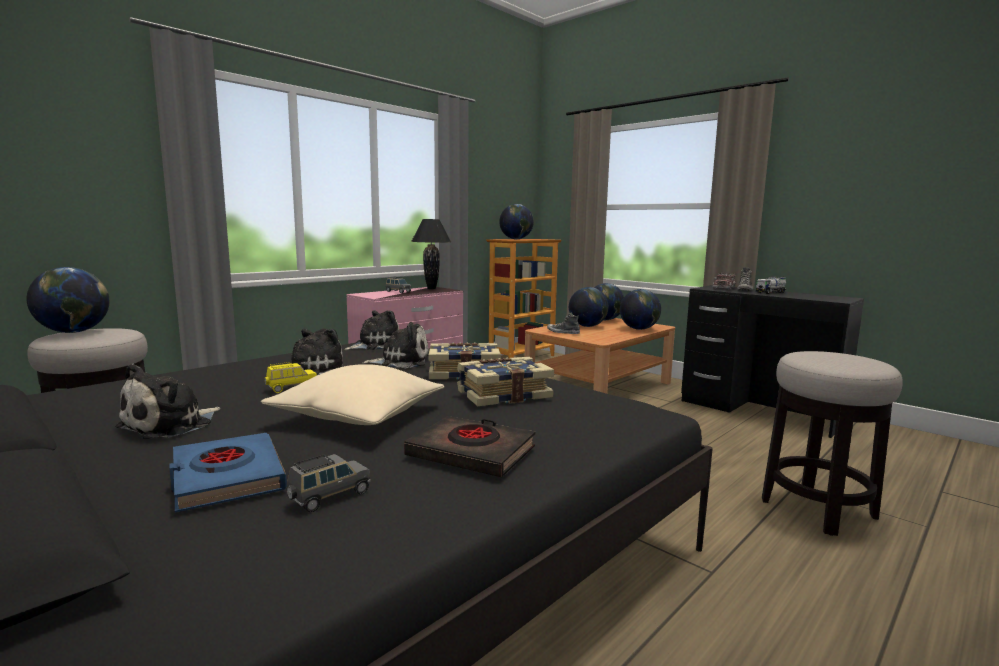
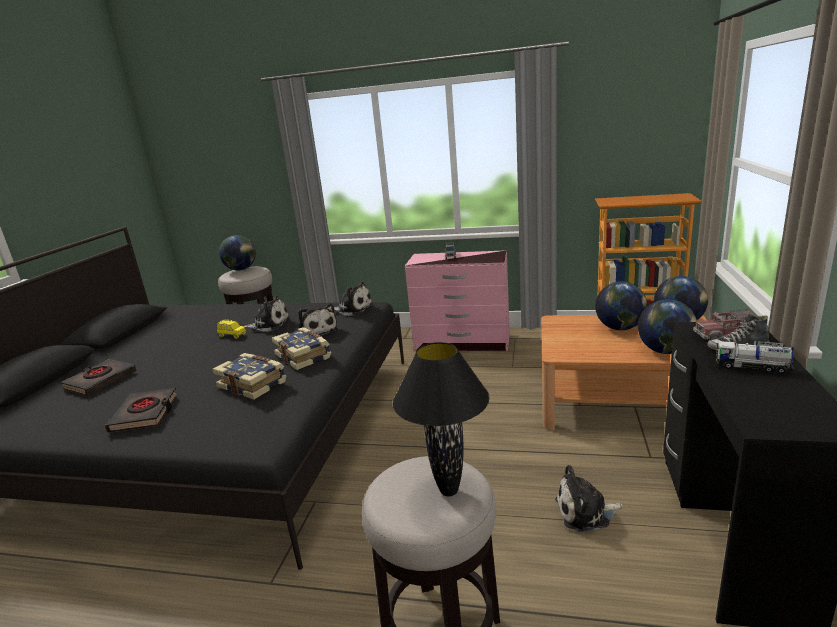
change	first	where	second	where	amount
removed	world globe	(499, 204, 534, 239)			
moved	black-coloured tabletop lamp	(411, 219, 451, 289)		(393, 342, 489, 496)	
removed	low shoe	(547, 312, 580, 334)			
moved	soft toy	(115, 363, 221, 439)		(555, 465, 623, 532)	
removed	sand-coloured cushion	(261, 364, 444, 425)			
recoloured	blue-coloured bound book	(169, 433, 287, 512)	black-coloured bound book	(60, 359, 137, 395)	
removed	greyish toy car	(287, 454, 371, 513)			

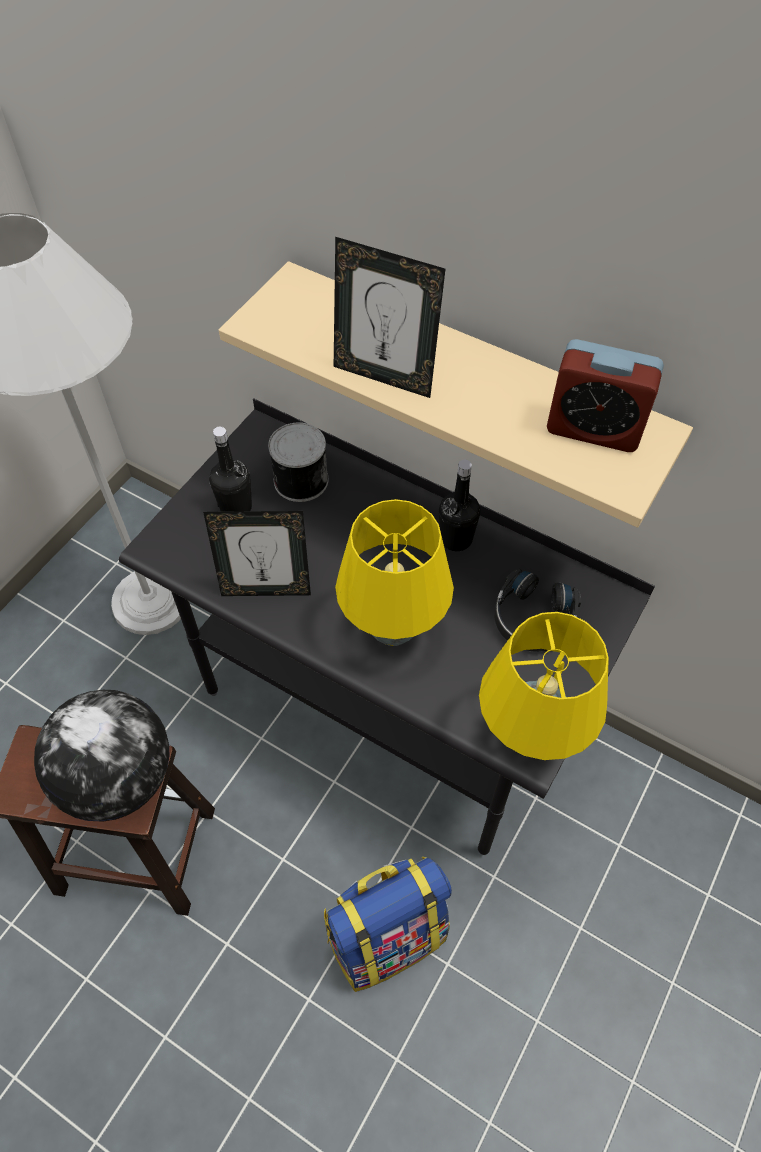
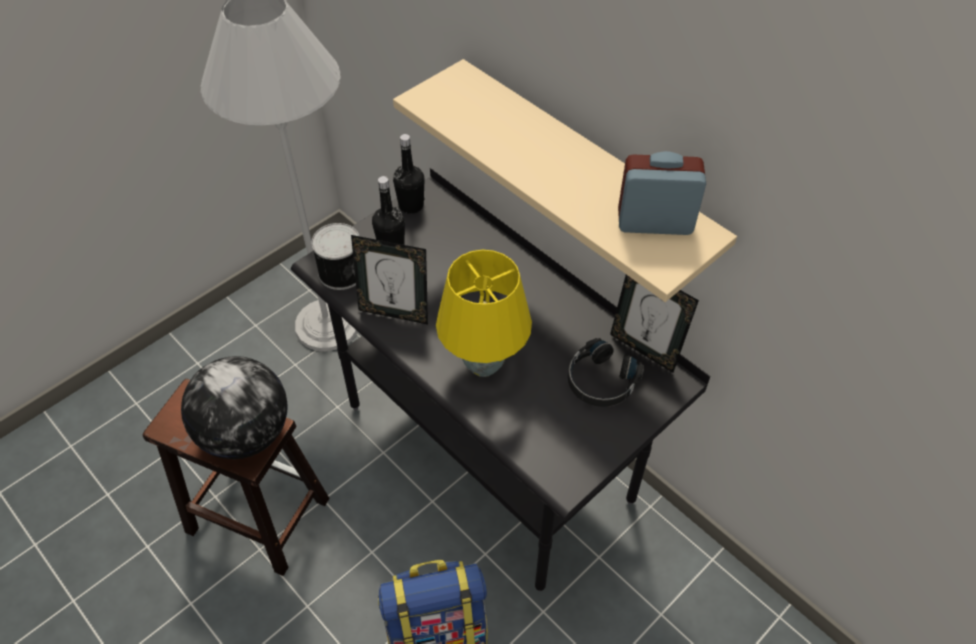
change	first	where	second	where	amount
moved	picture frame	(334, 237, 445, 398)		(610, 275, 699, 373)	
turned	bedside clock	(547, 339, 664, 452)		(618, 151, 706, 235)	150 degrees clockwise
moved	can	(268, 423, 328, 502)		(311, 223, 359, 290)	
moved	black-coloured drink bottle	(439, 460, 480, 551)		(393, 134, 425, 214)	
removed	yellow-coloured tabletop lamp	(479, 612, 609, 760)			

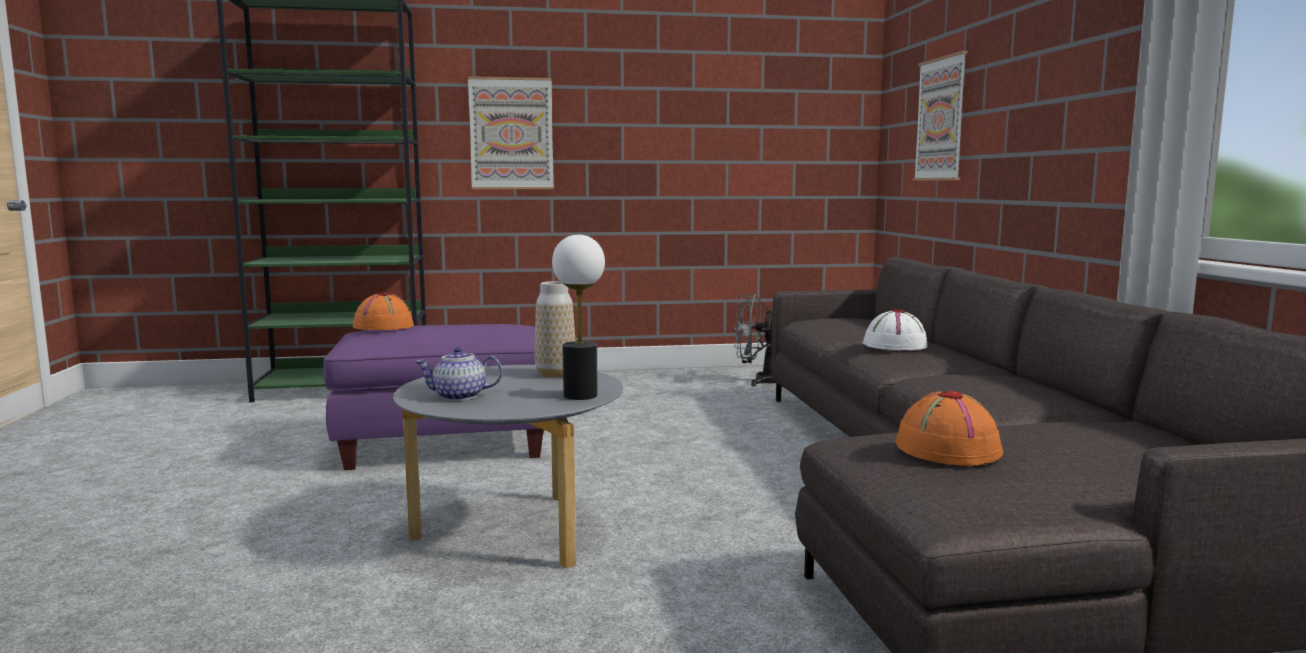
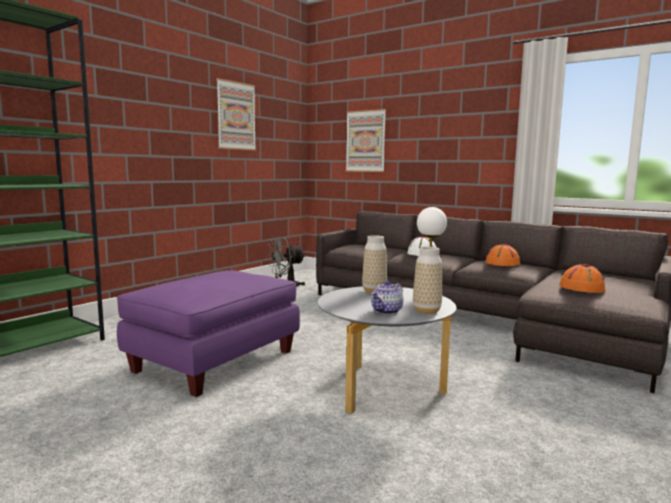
change	first	where	second	where	amount
moved	wall picture	(468, 76, 554, 189)		(216, 78, 256, 150)	
moved	orangey wearable hat	(353, 292, 414, 330)		(485, 244, 520, 266)	
added			decorative vase	(413, 247, 442, 314)	

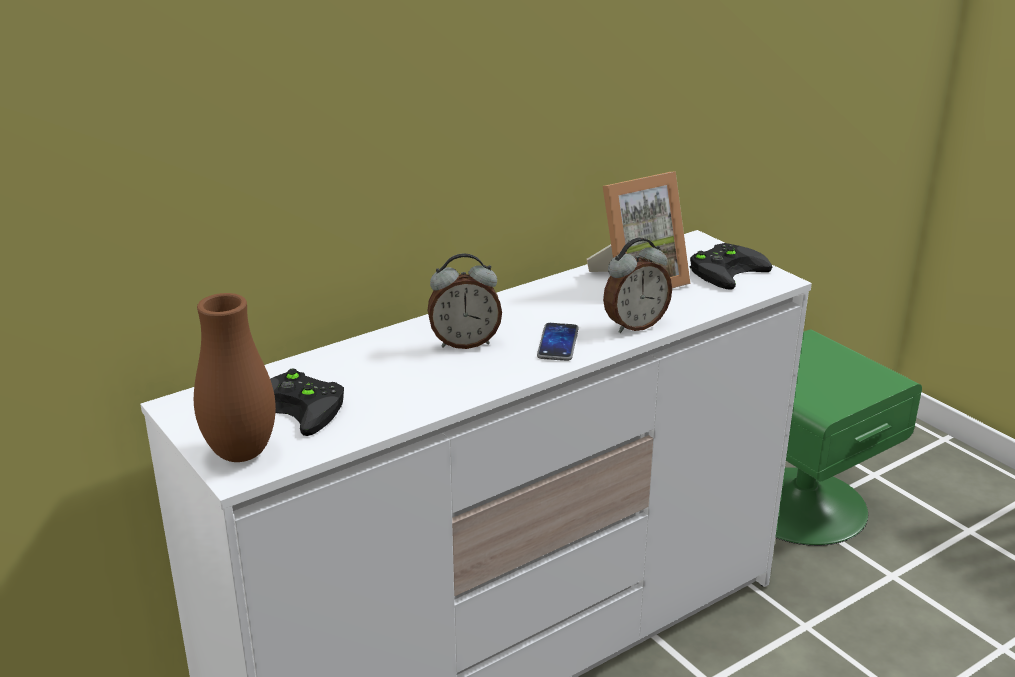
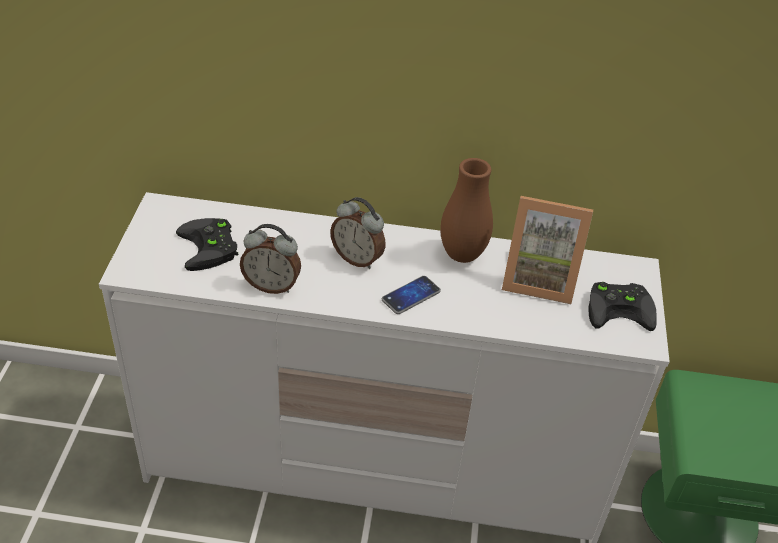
change	first	where	second	where	amount
moved	bedside clock	(603, 238, 672, 333)		(240, 224, 301, 294)	
moved	brown decorative vase	(194, 293, 276, 462)		(440, 158, 493, 263)	

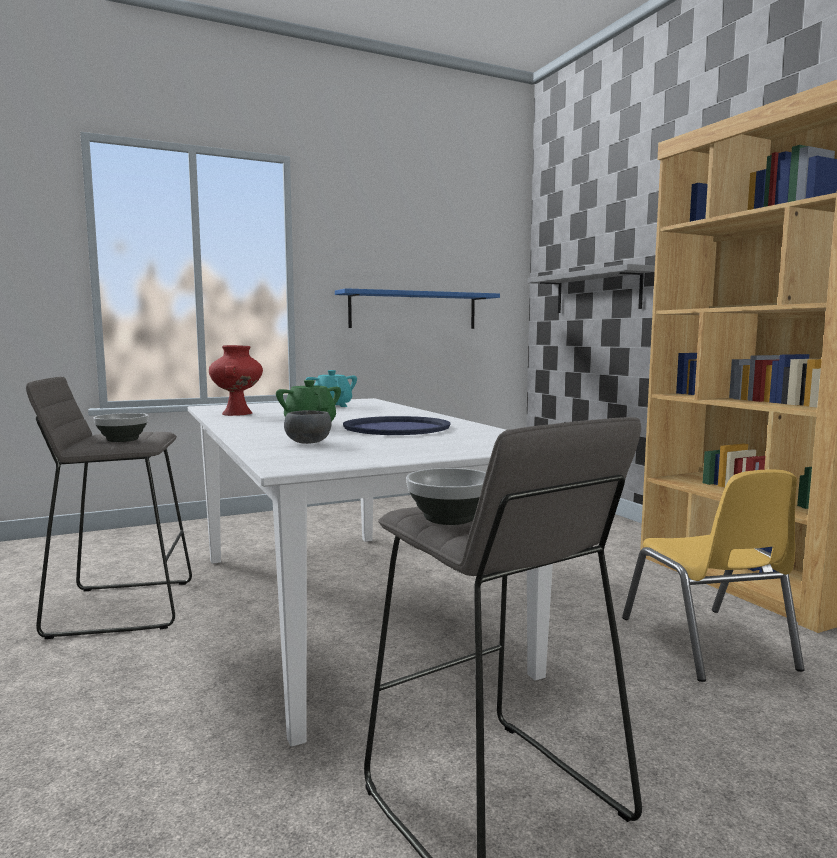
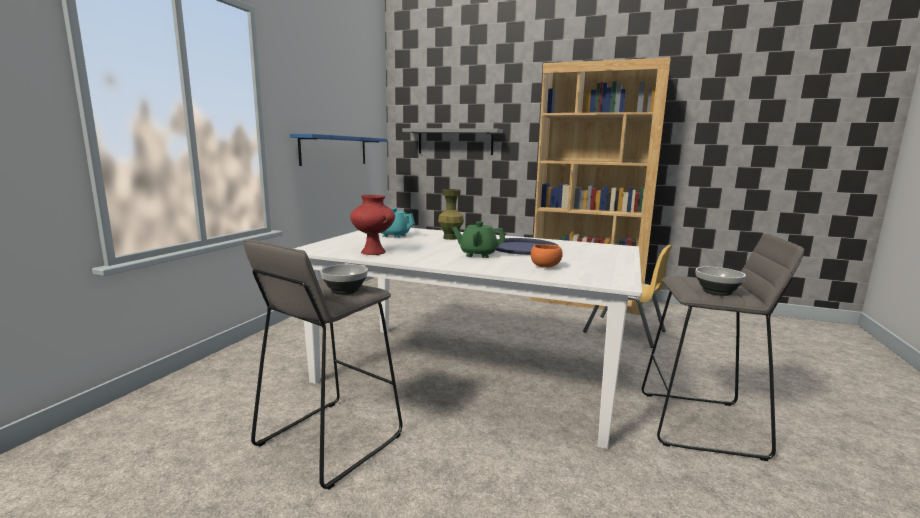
change	first	where	second	where	amount
recoloured	greyish serving bowl	(284, 410, 331, 444)	orangey serving bowl	(531, 244, 563, 268)	
added			greenish decorative vase	(438, 189, 464, 240)	

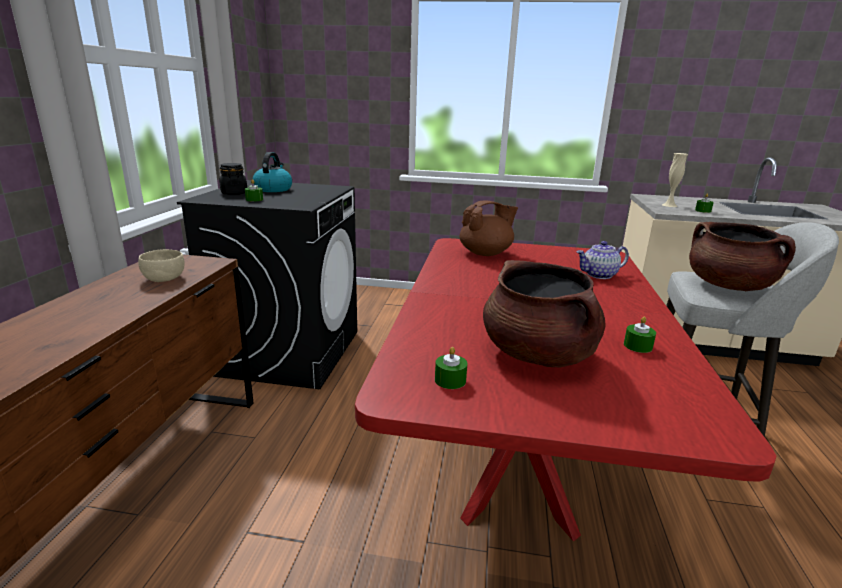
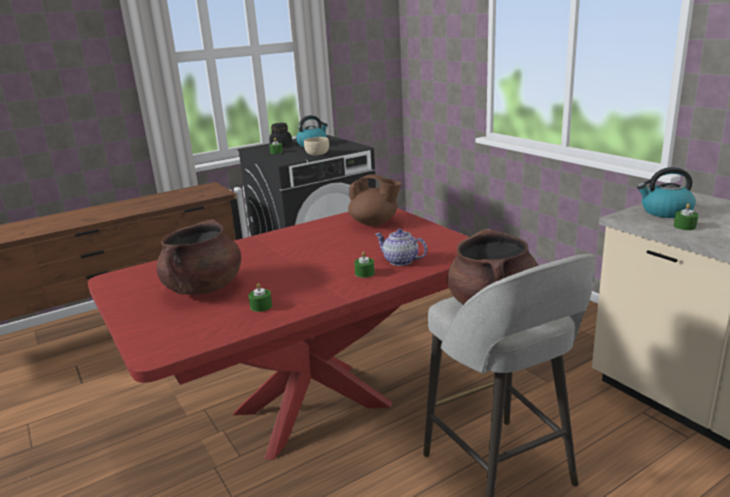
change	first	where	second	where	amount
replaced	sand-coloured decorative vase	(662, 153, 688, 207)	kettle	(637, 167, 696, 218)	
moved	sand-coloured serving bowl	(138, 249, 184, 282)		(304, 137, 329, 156)	
moved	greenish wax light	(435, 347, 467, 389)		(354, 251, 375, 278)	

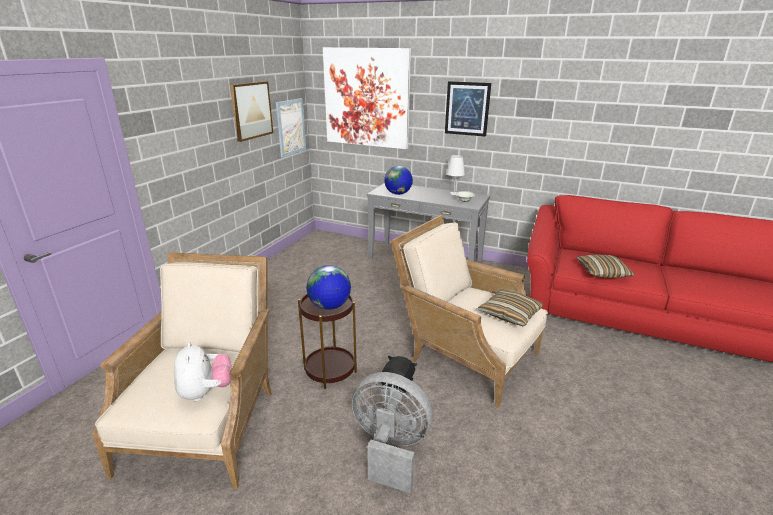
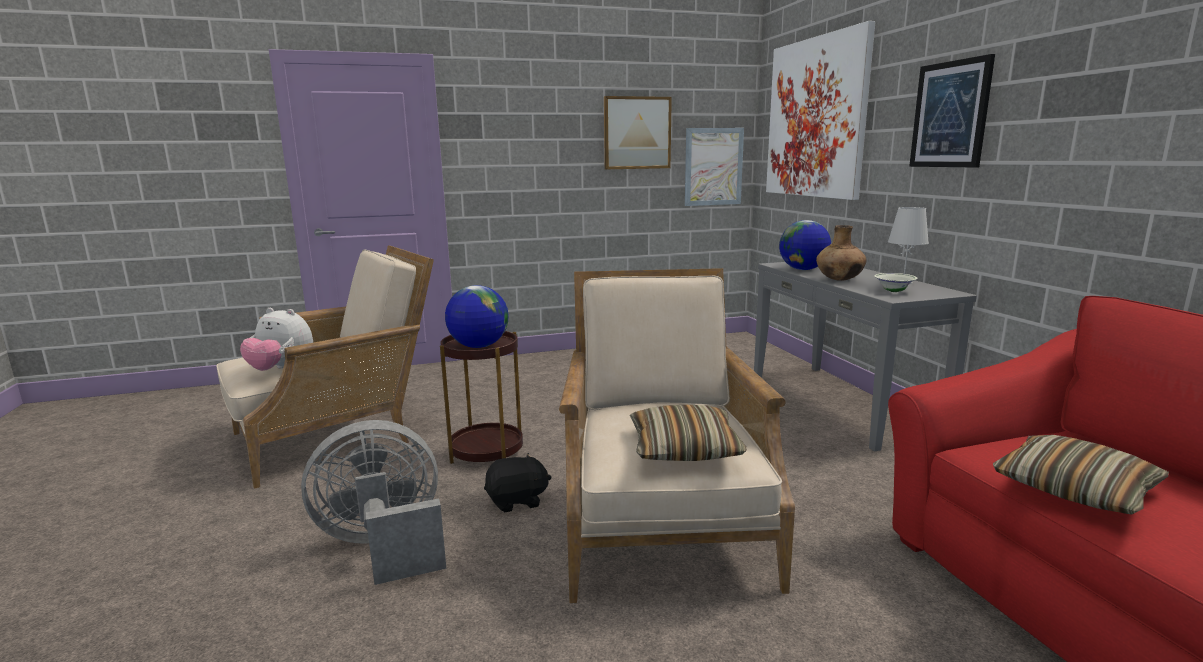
change	first	where	second	where	amount
turned	soft toy	(174, 342, 232, 401)		(240, 308, 313, 371)	75 degrees clockwise
turned	greyish fan	(352, 372, 432, 493)		(301, 420, 446, 585)	90 degrees counterclockwise
added			brown decorative vase	(816, 225, 867, 281)	

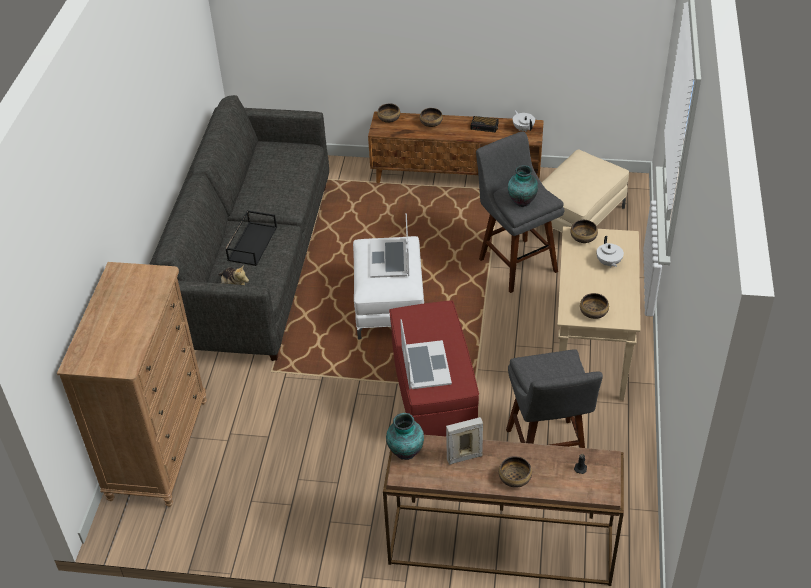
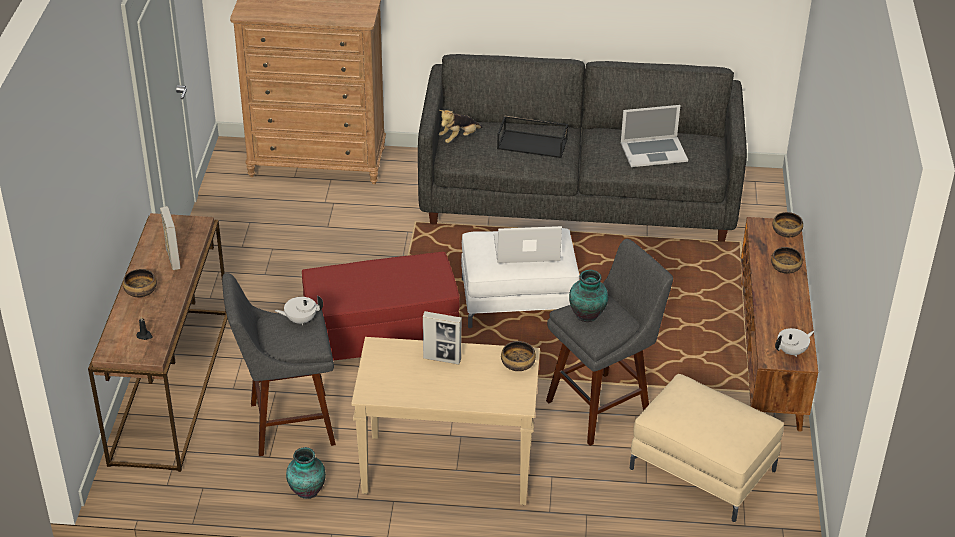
change	first	where	second	where	amount
removed	bedside clock	(471, 116, 499, 133)			
moved	whitish tea pot	(596, 236, 624, 268)		(275, 296, 323, 325)	
removed	serving bowl	(580, 293, 609, 319)			
moved	portable computer	(400, 319, 452, 389)		(621, 105, 688, 167)	
moved	decorative vase	(386, 413, 424, 460)		(286, 447, 326, 499)	
added			picture frame	(423, 311, 462, 365)	

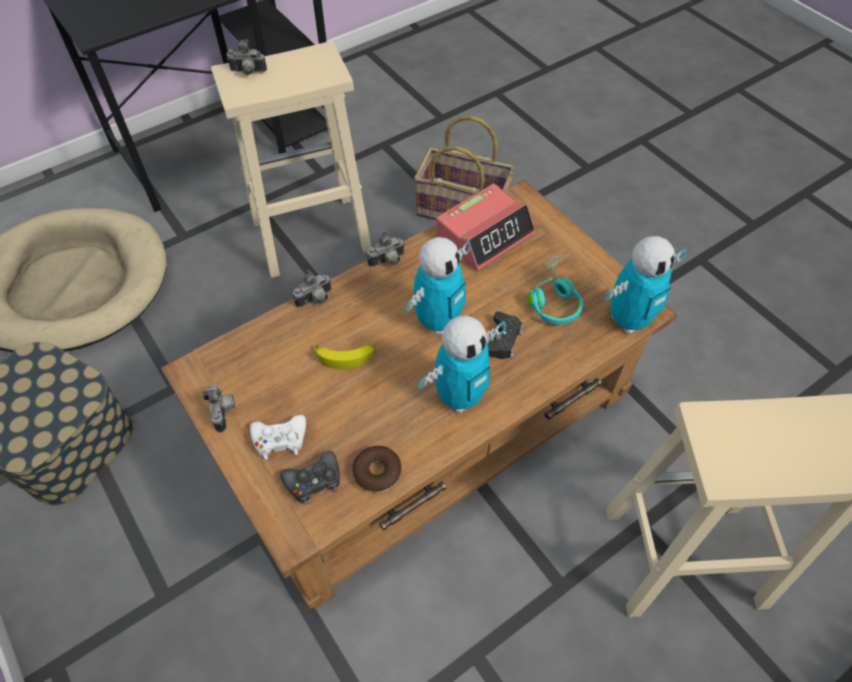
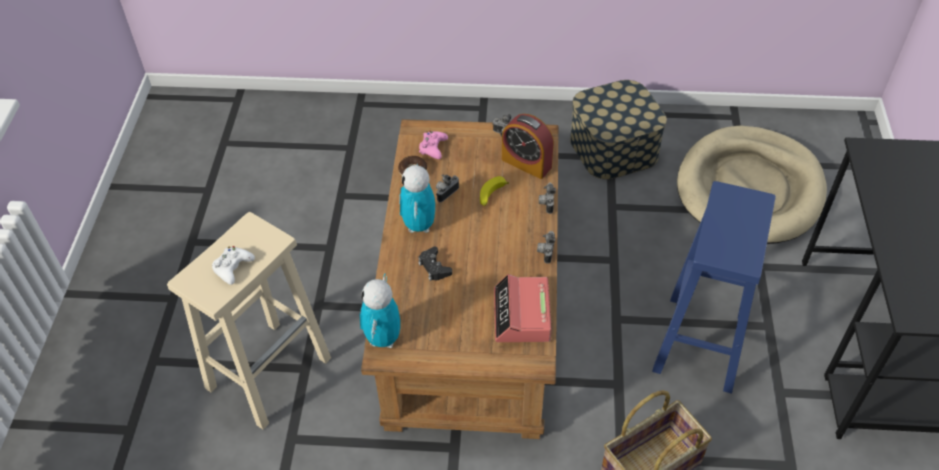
change	first	where	second	where	amount
moved	photo camera	(227, 39, 267, 75)		(436, 174, 459, 202)	
recoloured	sand-coloured stool	(211, 41, 372, 278)	blue-coloured stool	(652, 181, 776, 394)	
removed	toy robot	(405, 237, 471, 335)			
removed	turquoise-coloured pair of headphones	(528, 256, 583, 324)			
moved	whitish joypad	(250, 415, 306, 460)		(212, 246, 255, 285)	
recoloured	black-coloured joypad	(280, 451, 340, 505)	pink joypad	(419, 131, 448, 159)	
added			bedside clock	(502, 114, 554, 179)	

